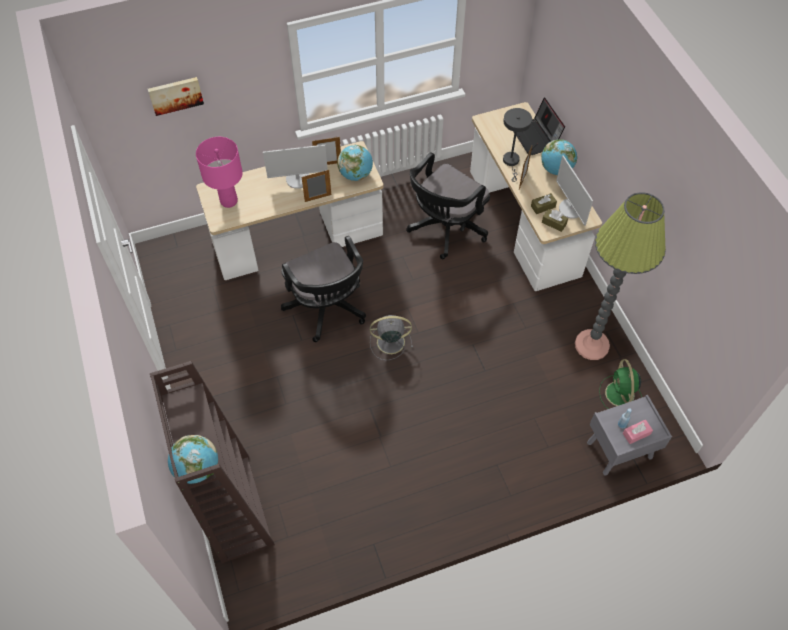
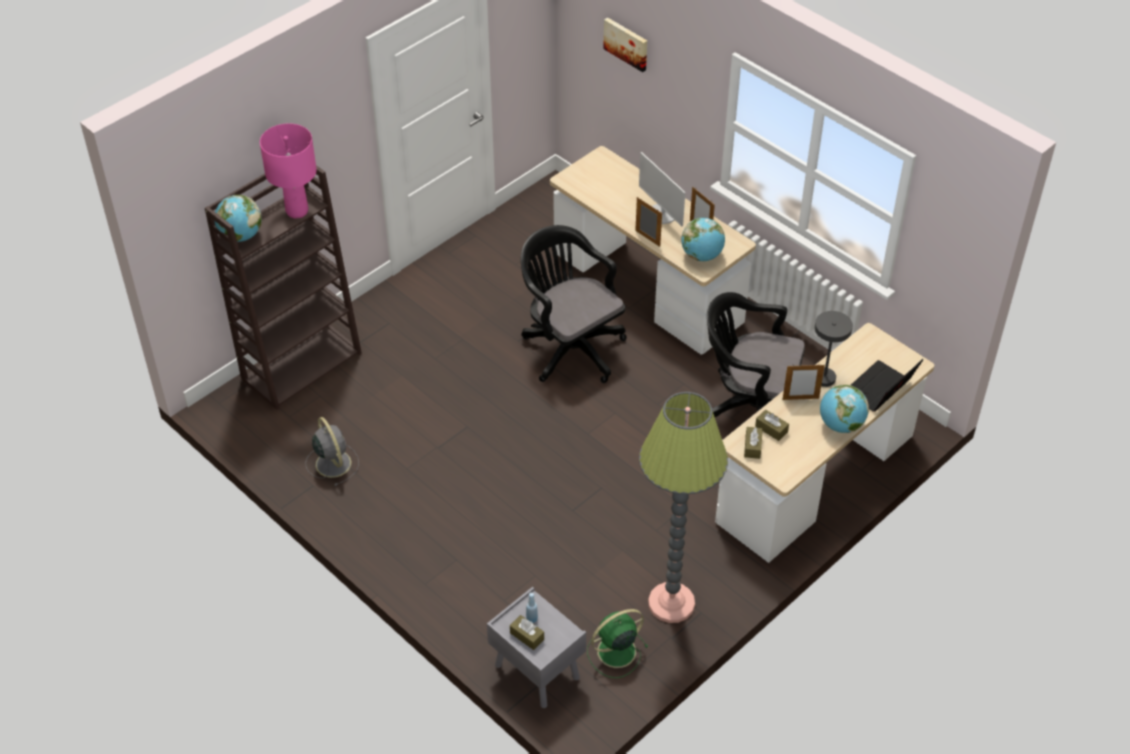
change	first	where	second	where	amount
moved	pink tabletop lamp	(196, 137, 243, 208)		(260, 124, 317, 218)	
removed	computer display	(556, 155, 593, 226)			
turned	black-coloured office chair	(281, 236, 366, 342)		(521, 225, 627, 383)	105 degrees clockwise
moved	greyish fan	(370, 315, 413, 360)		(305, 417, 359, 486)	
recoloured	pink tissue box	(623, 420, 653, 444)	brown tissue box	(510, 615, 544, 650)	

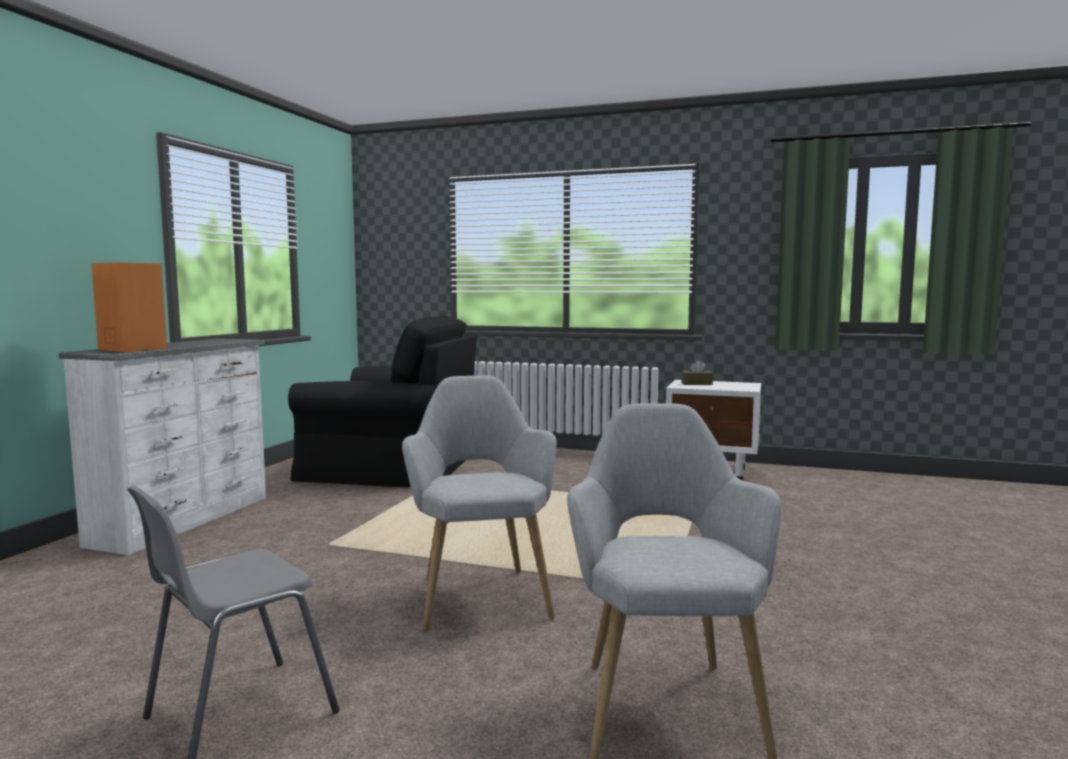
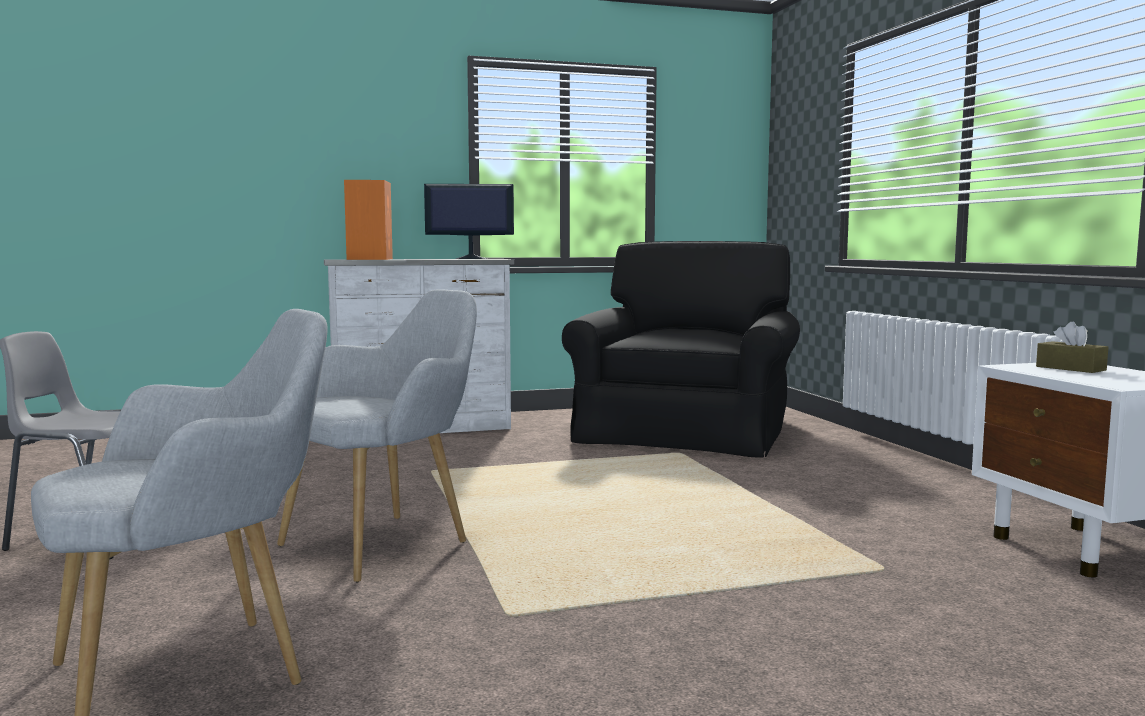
change	first	where	second	where	amount
turned	black-coloured easy chair	(288, 316, 477, 487)		(562, 241, 800, 458)	135 degrees counterclockwise
added			computer display	(424, 184, 514, 259)	

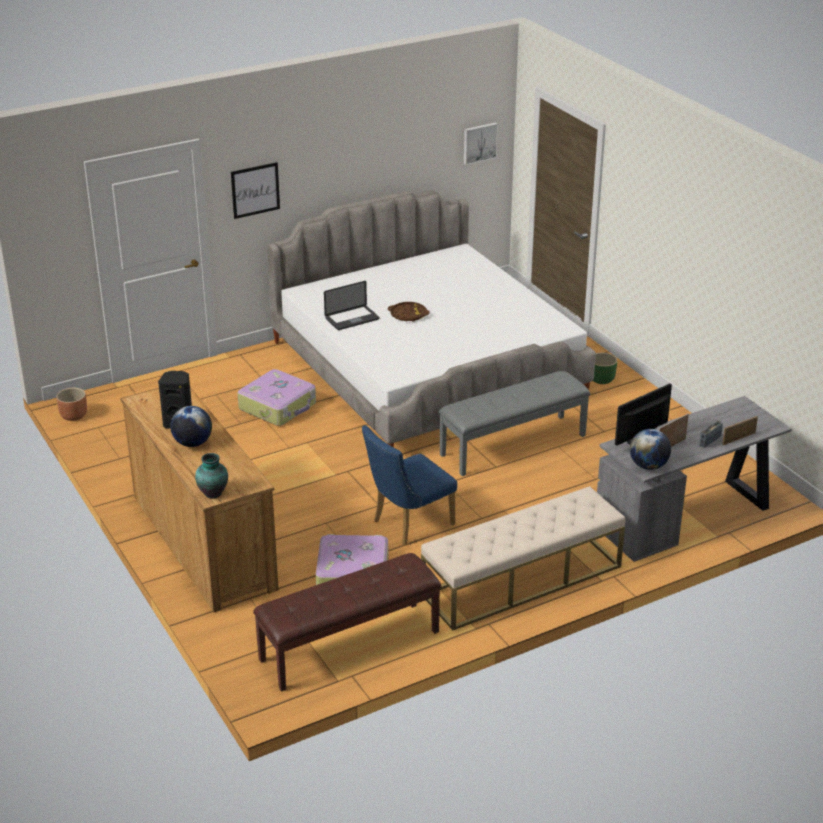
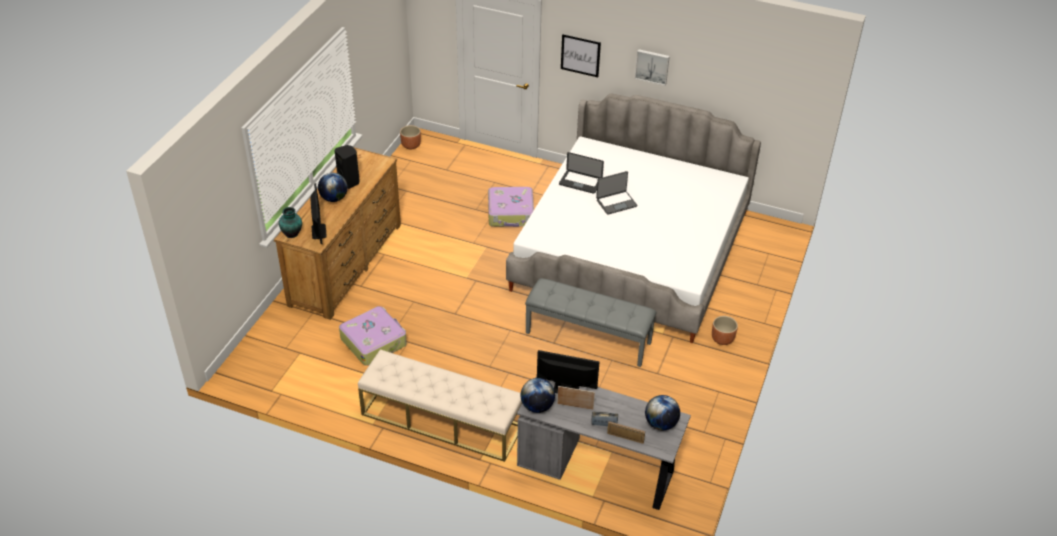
change	first	where	second	where	amount
moved	wall picture	(464, 122, 498, 165)		(635, 49, 670, 86)	
replaced	brown serving tray	(388, 302, 430, 321)	portable computer	(596, 171, 637, 215)	
recoloured	greenish plant pot	(593, 352, 617, 384)	brown plant pot	(712, 316, 738, 345)	
removed	blue-coloured upright chair	(362, 425, 457, 545)			
removed	brown long seat	(253, 553, 441, 692)			
added			computer display	(310, 183, 327, 244)	
added			world globe	(645, 395, 680, 430)	

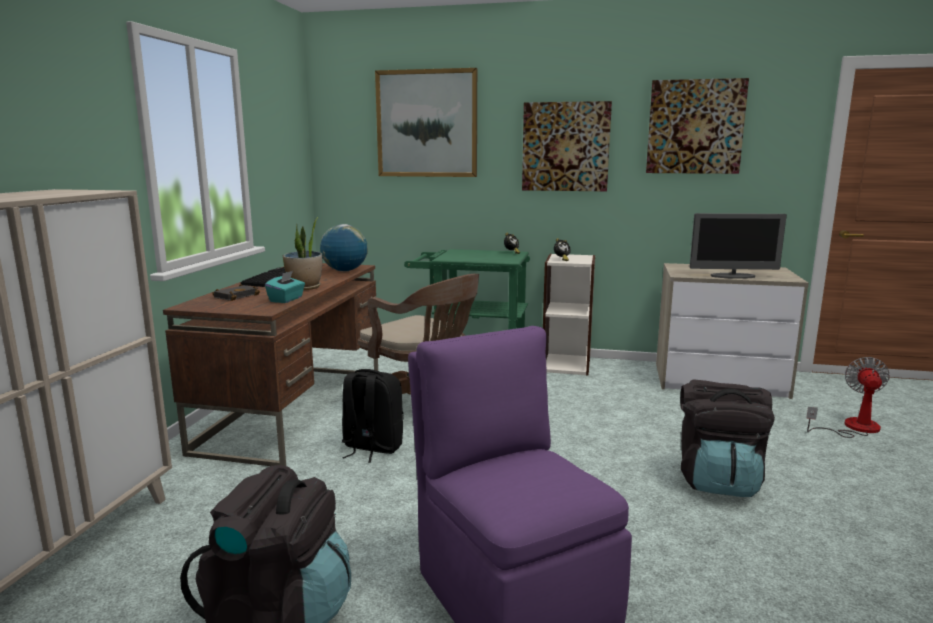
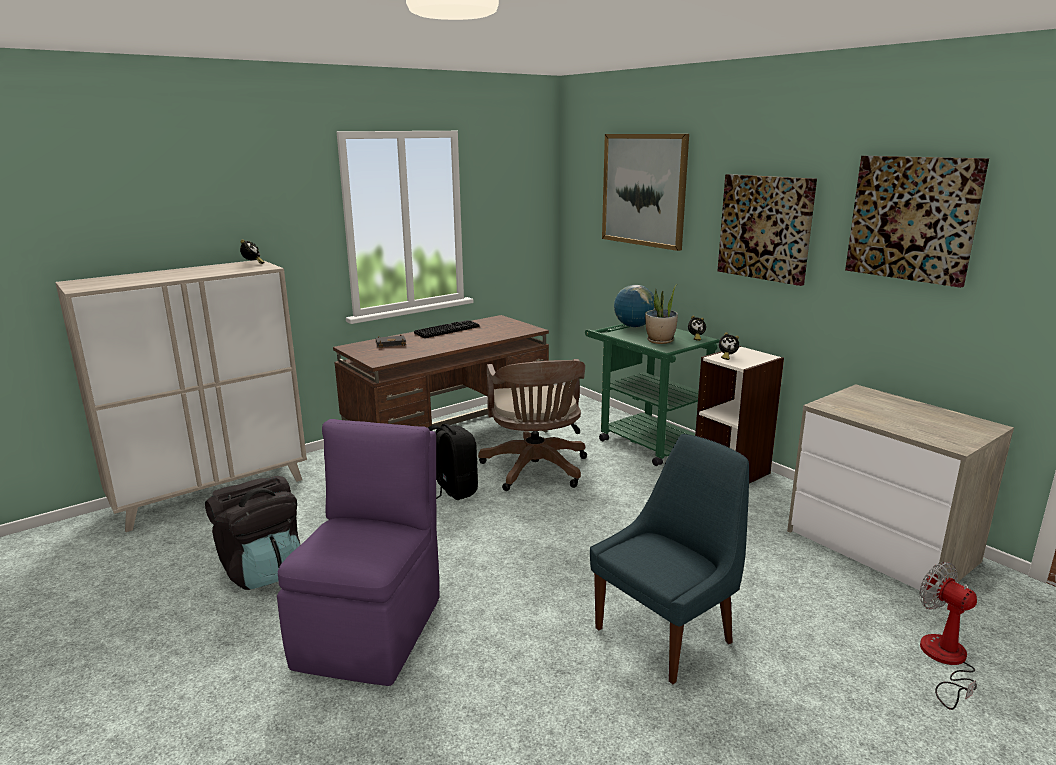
change	first	where	second	where	amount
removed	computer display	(690, 213, 787, 279)			
moved	plant in a pot	(283, 217, 322, 290)		(645, 284, 678, 344)	
moved	world globe	(320, 224, 368, 271)		(614, 285, 656, 327)	
removed	turquoise-coloured tissue box	(265, 271, 305, 303)			
turned	fan	(807, 357, 890, 438)		(920, 562, 977, 710)	90 degrees counterclockwise
replaced	black-coloured knapsack	(680, 379, 775, 497)	blue-coloured upright chair	(590, 434, 749, 684)	
added			bedside clock	(240, 239, 264, 264)	

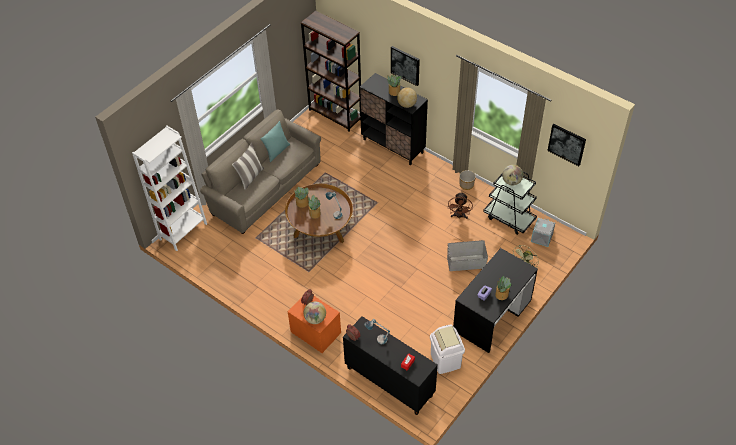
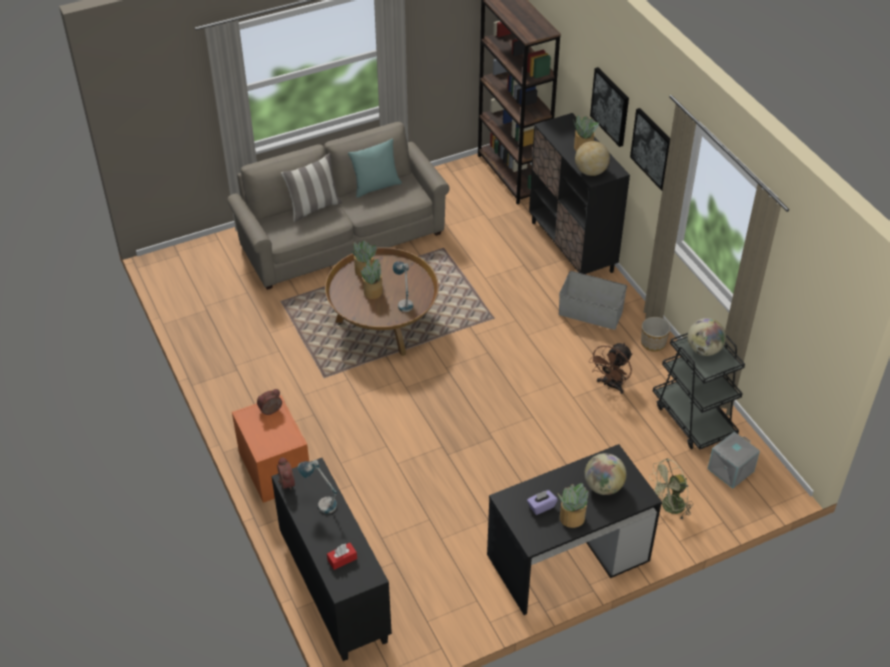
change	first	where	second	where	amount
moved	wall picture	(547, 124, 586, 166)		(630, 108, 670, 191)	
removed	whitish shelving unit	(132, 125, 207, 251)			
moved	greyish storage box	(447, 240, 488, 271)		(559, 271, 627, 330)	
moved	world globe	(304, 302, 326, 324)		(584, 453, 626, 495)	
removed	whitish waste bin	(430, 325, 465, 374)			

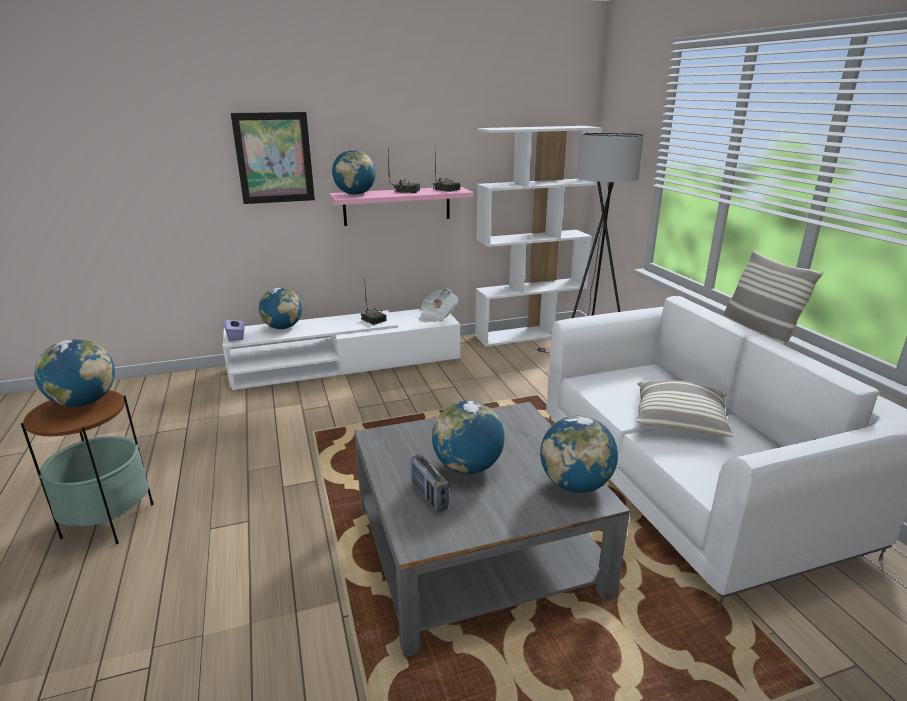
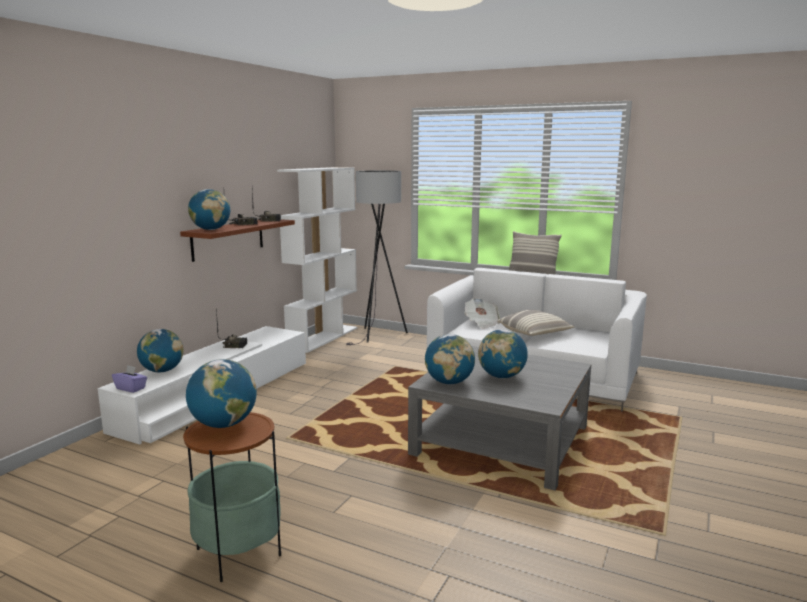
change	first	where	second	where	amount
removed	wall picture	(231, 112, 315, 204)			
recoloured	pink wall shelf	(329, 186, 474, 226)	brown wall shelf	(180, 219, 295, 262)	
moved	printed paper	(419, 288, 458, 322)		(465, 298, 500, 329)	
moved	world globe	(540, 416, 618, 493)		(425, 334, 475, 384)	
removed	radio	(411, 454, 449, 513)			

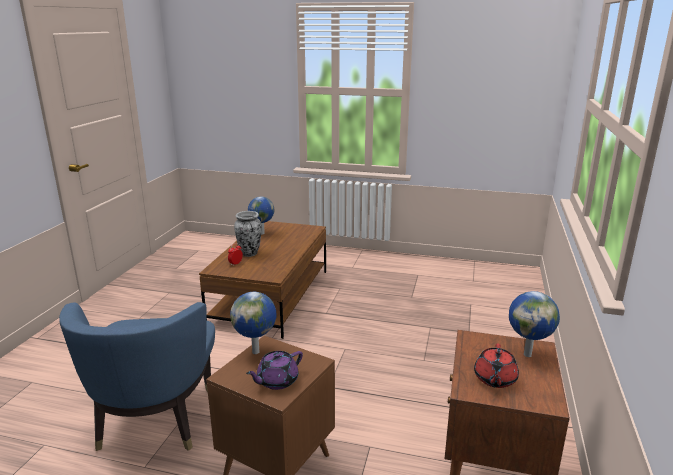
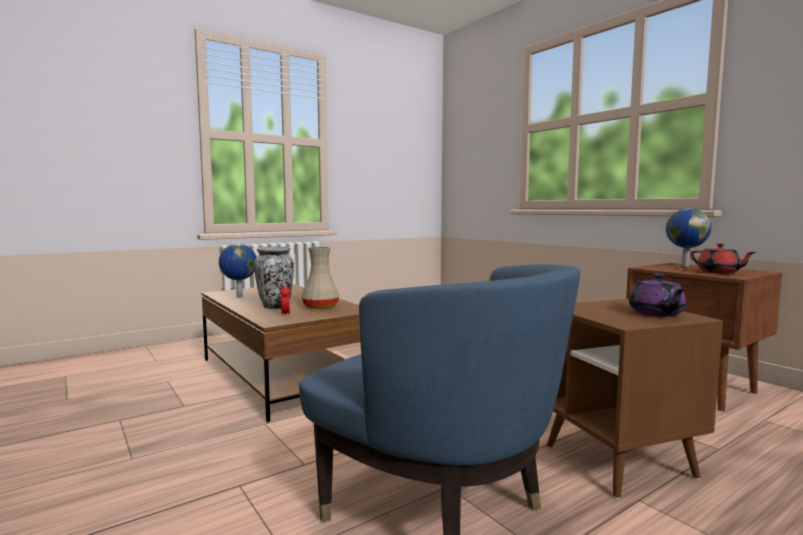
change	first	where	second	where	amount
removed	world globe	(230, 292, 277, 354)			
added			sand-coloured decorative vase	(302, 247, 339, 309)	

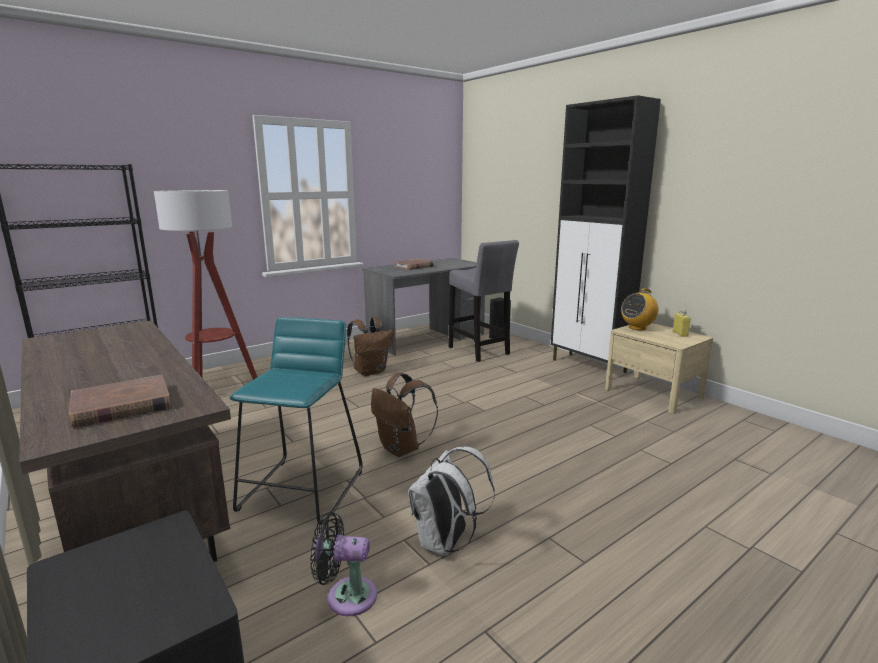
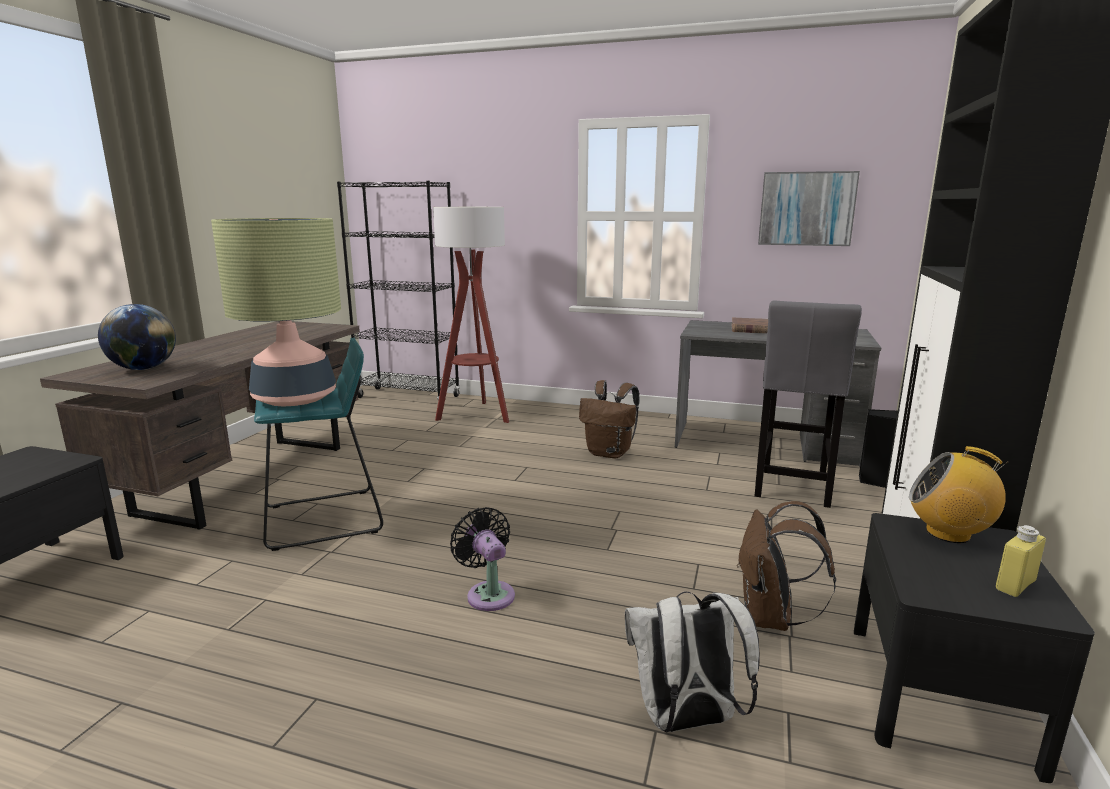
change	first	where	second	where	amount
recoloured	sand-coloured night table	(605, 323, 713, 414)	black-coloured night table	(854, 513, 1095, 783)	
moved	brown knapsack	(371, 373, 438, 457)		(737, 501, 836, 631)	
replaced	brown bound book	(68, 375, 171, 428)	world globe	(98, 304, 176, 370)	
moved	whitish knapsack	(408, 446, 494, 556)		(625, 592, 760, 732)	
moved	black-coloured fan	(310, 512, 377, 616)		(450, 507, 515, 611)	
added			wall picture	(758, 171, 860, 246)	
added			tabletop lamp	(211, 218, 341, 406)	

